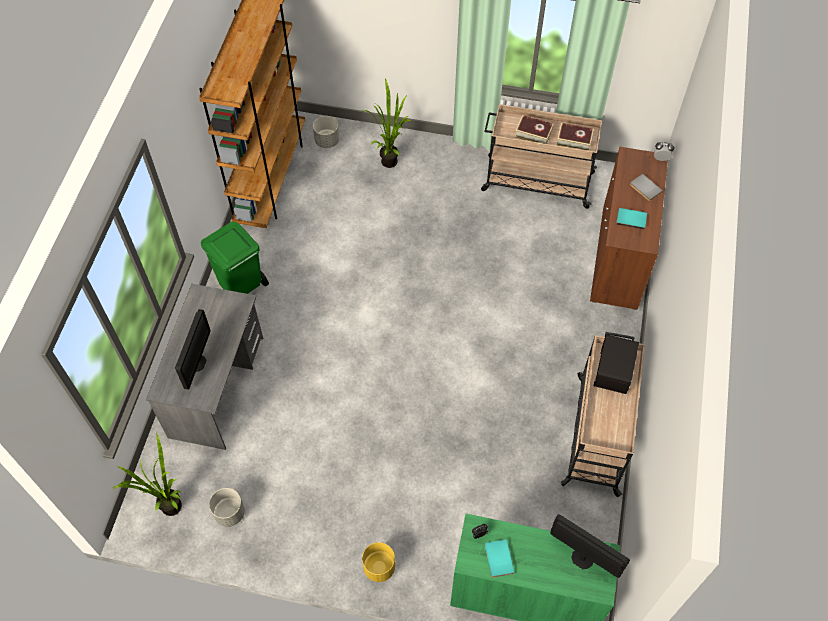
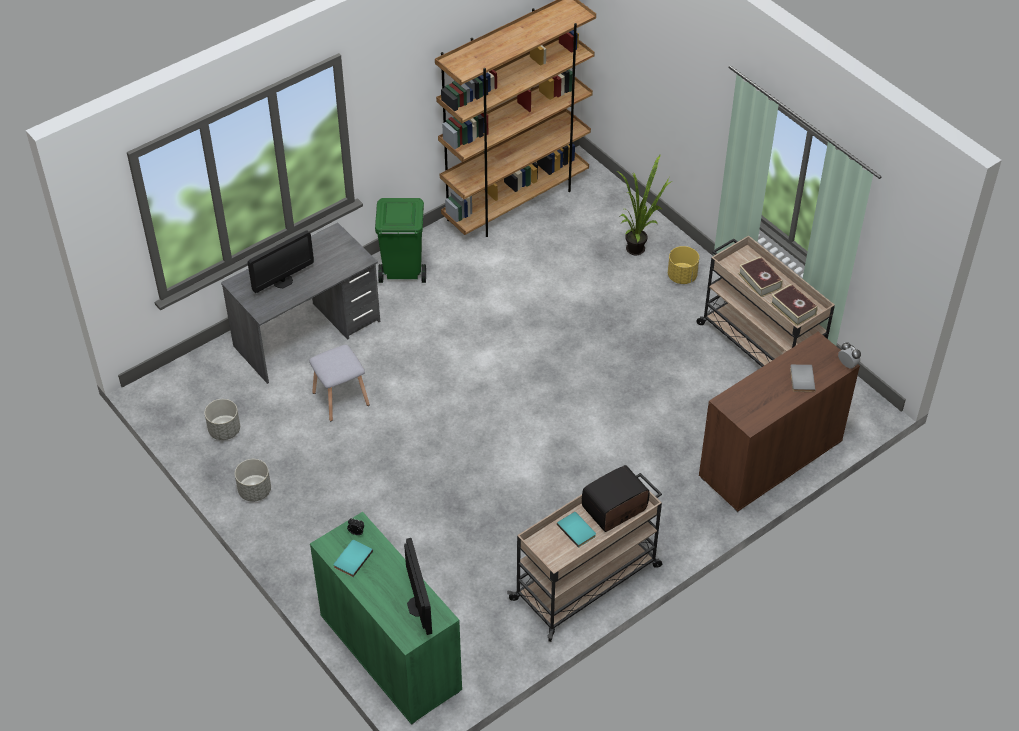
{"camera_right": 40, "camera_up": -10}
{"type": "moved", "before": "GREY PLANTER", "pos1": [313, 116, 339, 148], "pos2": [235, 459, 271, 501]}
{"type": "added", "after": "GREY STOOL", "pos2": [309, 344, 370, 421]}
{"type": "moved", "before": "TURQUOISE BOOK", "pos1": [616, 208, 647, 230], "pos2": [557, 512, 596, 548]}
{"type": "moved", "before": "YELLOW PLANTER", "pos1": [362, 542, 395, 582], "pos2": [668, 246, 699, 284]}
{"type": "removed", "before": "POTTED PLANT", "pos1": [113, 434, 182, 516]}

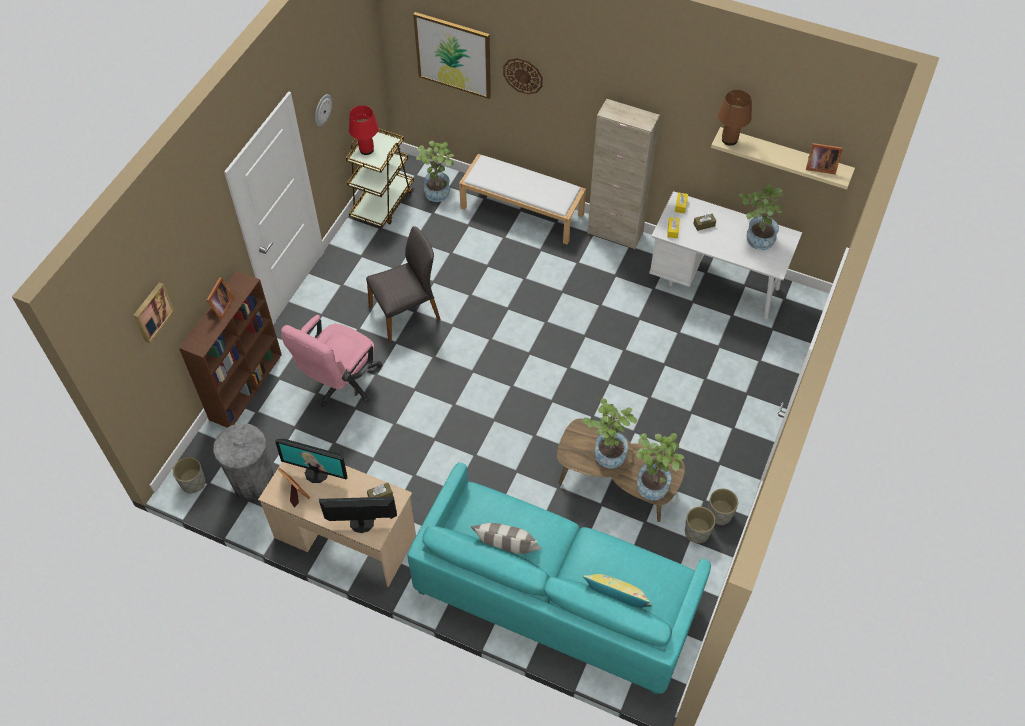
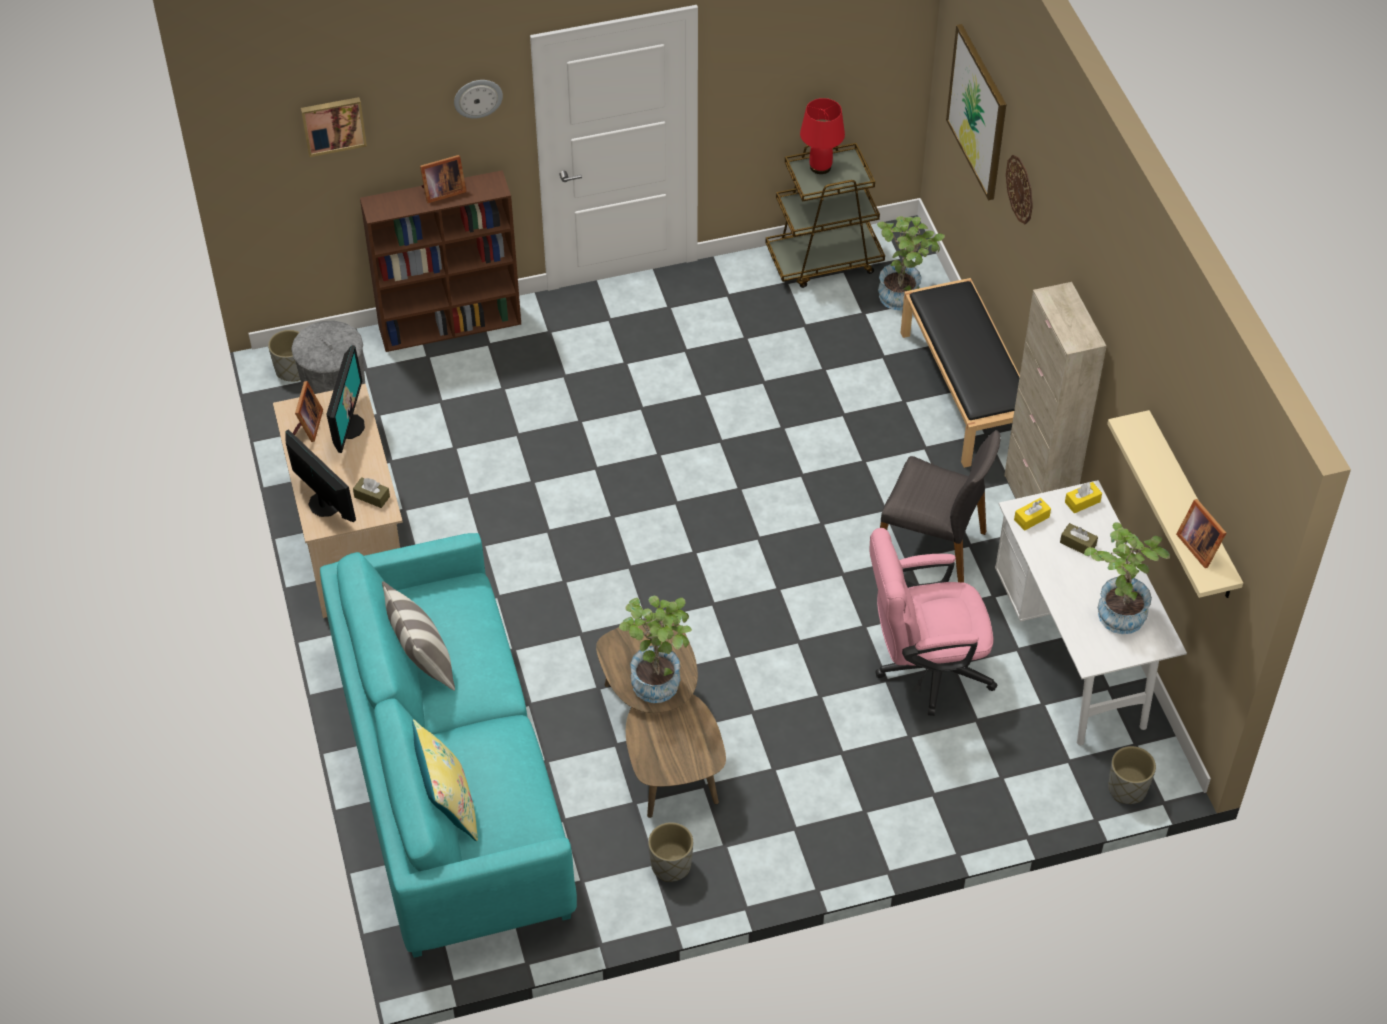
{"camera_right": 50, "camera_up": -5}
{"type": "turned", "before": "MONITOR", "pos1": [275, 439, 348, 483], "pos2": [326, 345, 365, 453], "turn": -150}
{"type": "moved", "before": "WALL CLOCK", "pos1": [315, 94, 332, 126], "pos2": [454, 80, 503, 119]}
{"type": "moved", "before": "PINK OFFICE CHAIR", "pos1": [281, 315, 382, 407], "pos2": [870, 528, 997, 716]}
{"type": "moved", "before": "GREY CHAIR", "pos1": [366, 226, 441, 343], "pos2": [880, 430, 1000, 583]}
{"type": "recoloured", "before": "WHITE BENCH", "after": "BLACK BENCH", "pos1": [459, 154, 586, 245], "pos2": [900, 278, 1020, 468]}
{"type": "moved", "before": "GREY PLANTER", "pos1": [708, 488, 738, 525], "pos2": [1108, 746, 1156, 804]}
{"type": "removed", "before": "POTTED PLANT", "pos1": [637, 433, 684, 500]}
{"type": "removed", "before": "BROWN TABLE LAMP", "pos1": [718, 90, 752, 146]}

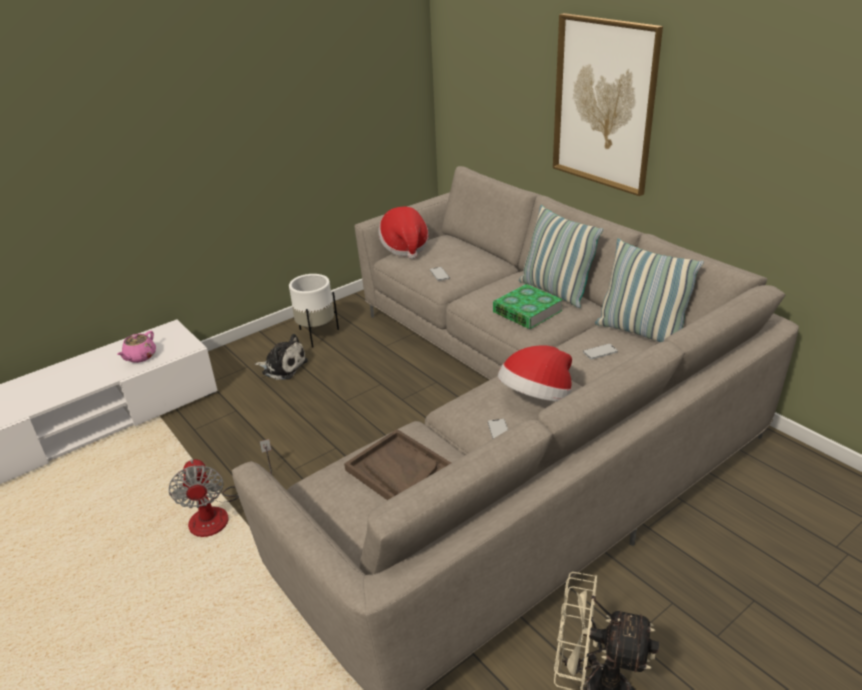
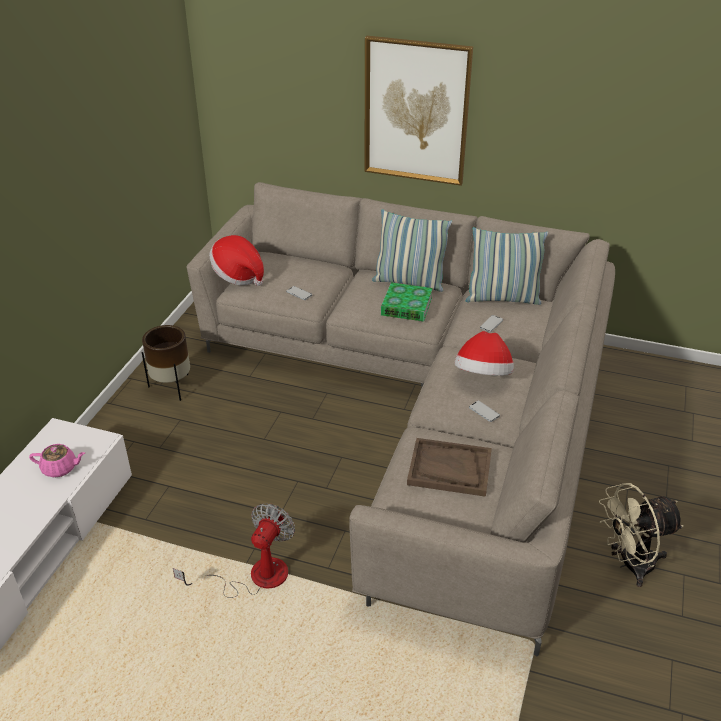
{"camera_right": -35, "camera_up": 5}
{"type": "turned", "before": "PINK TEAPOT", "pos1": [117, 331, 156, 363], "pos2": [29, 444, 85, 477], "turn": -75}
{"type": "recoloured", "before": "WHITE PLANTER", "after": "BROWN PLANTER", "pos1": [289, 274, 339, 348], "pos2": [142, 325, 190, 401]}
{"type": "turned", "before": "FAN", "pos1": [169, 439, 272, 537], "pos2": [173, 503, 295, 598], "turn": -105}
{"type": "removed", "before": "PLUSH TOY", "pos1": [255, 334, 308, 380]}

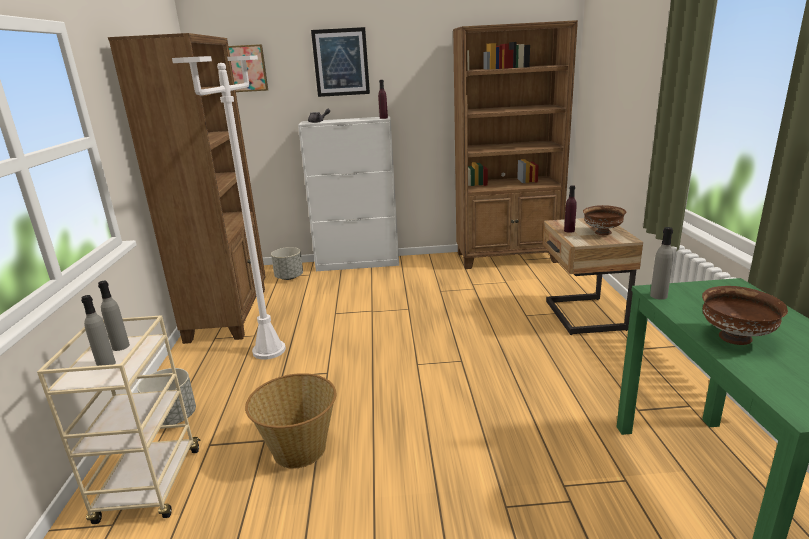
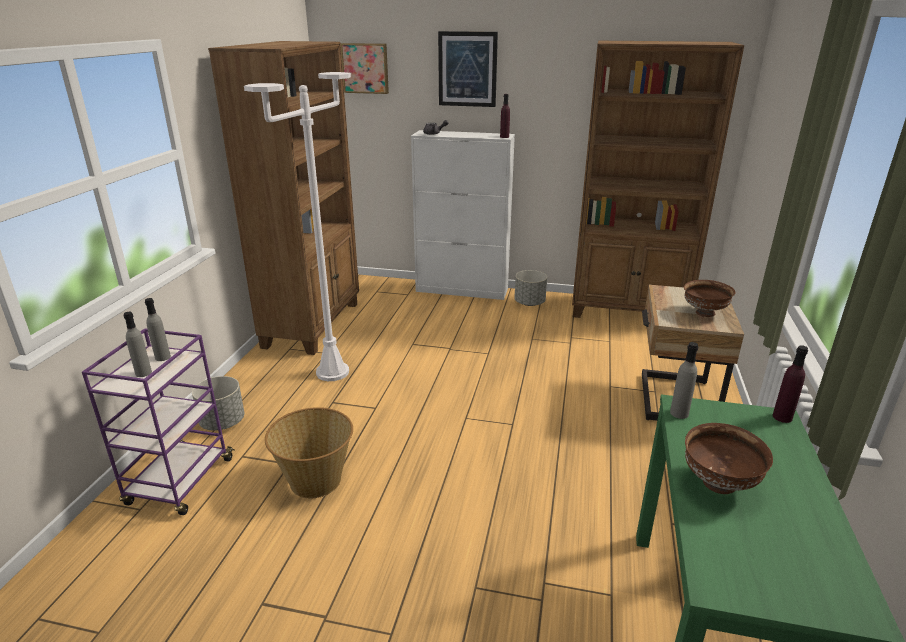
{"camera_right": 15, "camera_up": 5}
{"type": "recoloured", "before": "BEIGE CART", "after": "PURPLE CART", "pos1": [37, 315, 200, 524], "pos2": [82, 328, 235, 515]}
{"type": "moved", "before": "GREY PLANTER", "pos1": [271, 247, 303, 280], "pos2": [514, 270, 547, 306]}
{"type": "moved", "before": "PURPLE BOTTLE", "pos1": [564, 185, 577, 233], "pos2": [773, 345, 808, 423]}

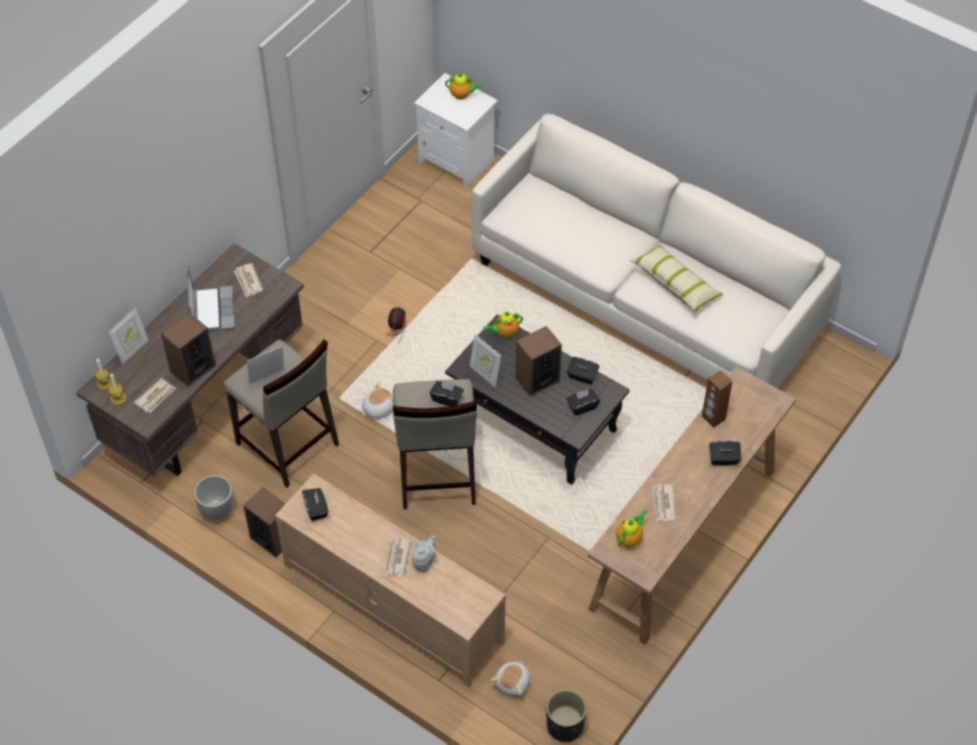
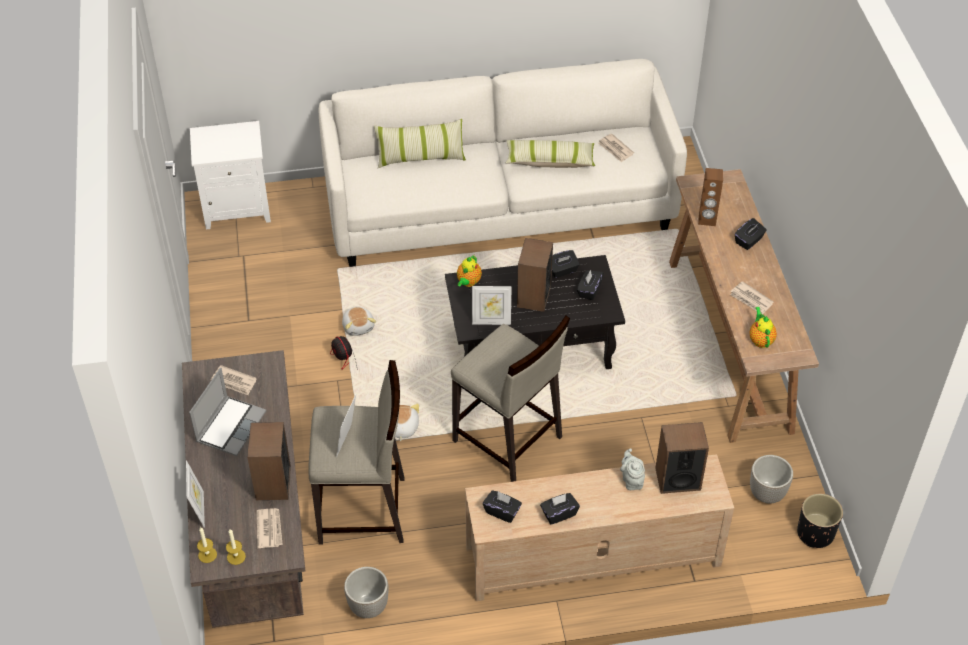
{"camera_right": -45, "camera_up": -5}
{"type": "turned", "before": "LAPTOP", "pos1": [187, 265, 235, 331], "pos2": [189, 368, 266, 456], "turn": 75}
{"type": "moved", "before": "PLUSH TOY", "pos1": [491, 661, 530, 697], "pos2": [342, 306, 376, 336]}
{"type": "added", "after": "PILLOW", "pos2": [374, 119, 466, 168]}
{"type": "moved", "before": "BLACK TISSUE BOX", "pos1": [430, 381, 464, 406], "pos2": [540, 493, 580, 525]}
{"type": "moved", "before": "NEWSPAPER", "pos1": [385, 538, 412, 576], "pos2": [598, 134, 634, 163]}
{"type": "moved", "before": "SPEAKER", "pos1": [243, 487, 285, 558], "pos2": [655, 422, 709, 494]}
{"type": "added", "after": "PLANTER", "pos2": [750, 455, 793, 504]}
{"type": "removed", "before": "TEAPOT", "pos1": [445, 72, 483, 100]}

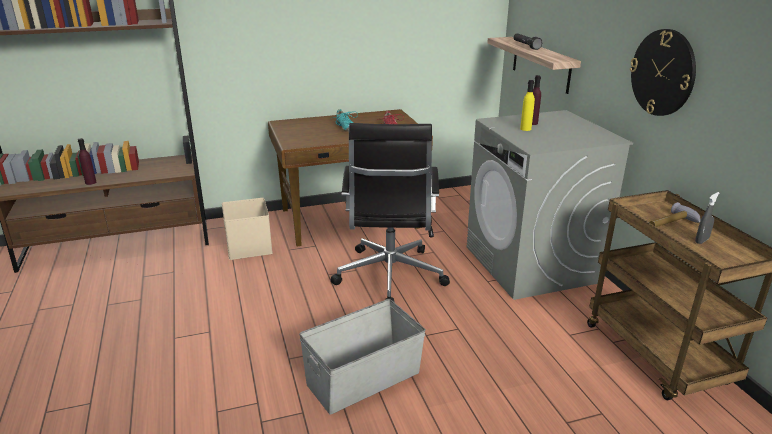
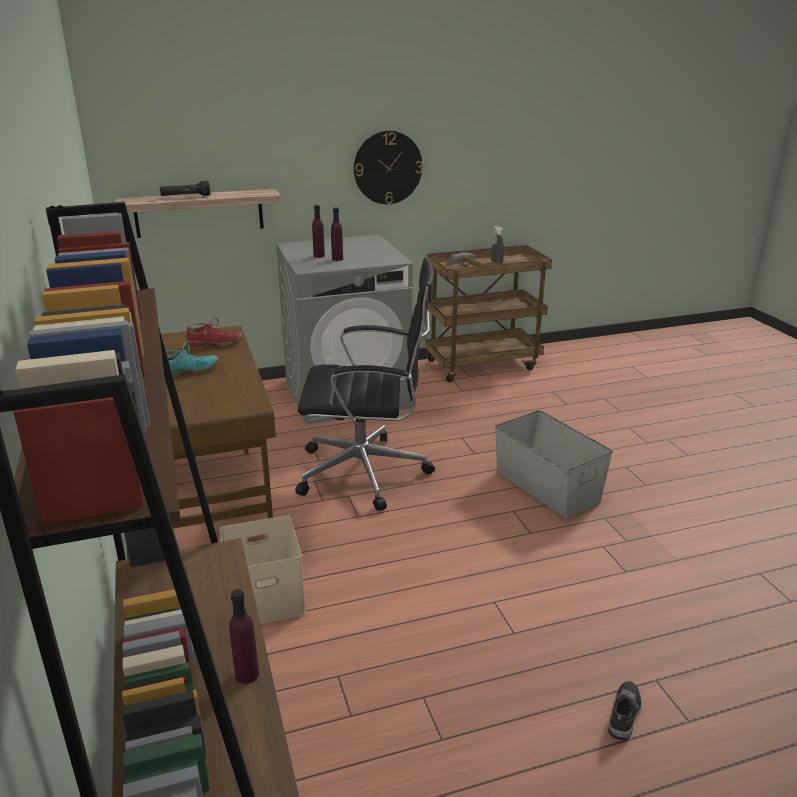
{"camera_right": -90, "camera_up": 0}
{"type": "recoloured", "before": "YELLOW BOTTLE", "after": "PURPLE BOTTLE", "pos1": [520, 80, 535, 131], "pos2": [331, 208, 343, 261]}
{"type": "added", "after": "SHOE", "pos2": [608, 681, 642, 740]}

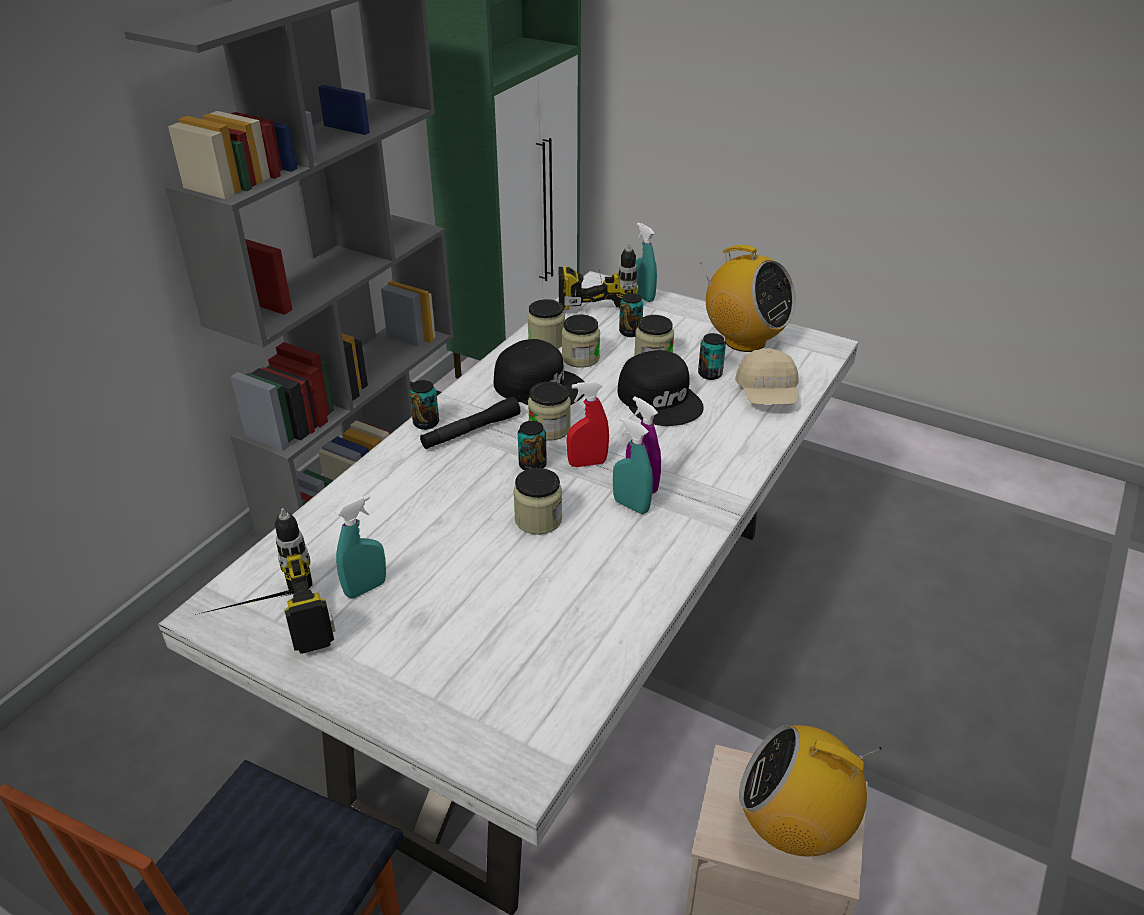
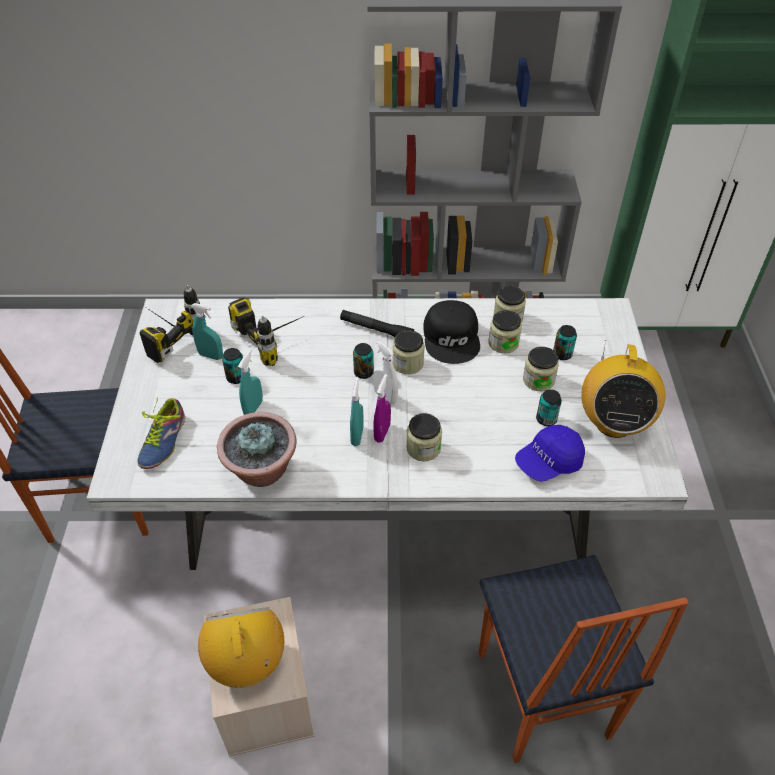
{"camera_right": 60, "camera_up": 10}
{"type": "added", "after": "SHOE", "pos2": [138, 397, 185, 469]}
{"type": "added", "after": "POTTED PLANT", "pos2": [217, 412, 297, 487]}
{"type": "moved", "before": "CAN", "pos1": [409, 380, 439, 430], "pos2": [222, 348, 243, 384]}
{"type": "moved", "before": "POWER DRILL", "pos1": [559, 244, 638, 310], "pos2": [228, 297, 304, 366]}
{"type": "moved", "before": "TURQUOISE SPRAY BOTTLE", "pos1": [635, 222, 657, 302], "pos2": [238, 350, 263, 415]}
{"type": "recoloured", "before": "RED SPRAY BOTTLE", "after": "WHITE SPRAY BOTTLE", "pos1": [566, 381, 609, 467], "pos2": [373, 340, 398, 405]}
{"type": "moved", "before": "JAR", "pos1": [513, 468, 562, 535], "pos2": [406, 413, 442, 462]}
{"type": "added", "after": "CHAIR", "pos2": [479, 555, 689, 763]}
{"type": "recoloured", "before": "BEIGE CAP", "after": "BLUE CAP", "pos1": [735, 348, 799, 405], "pos2": [515, 425, 585, 482]}
{"type": "removed", "before": "BLACK CAP", "pos1": [618, 350, 704, 426]}

